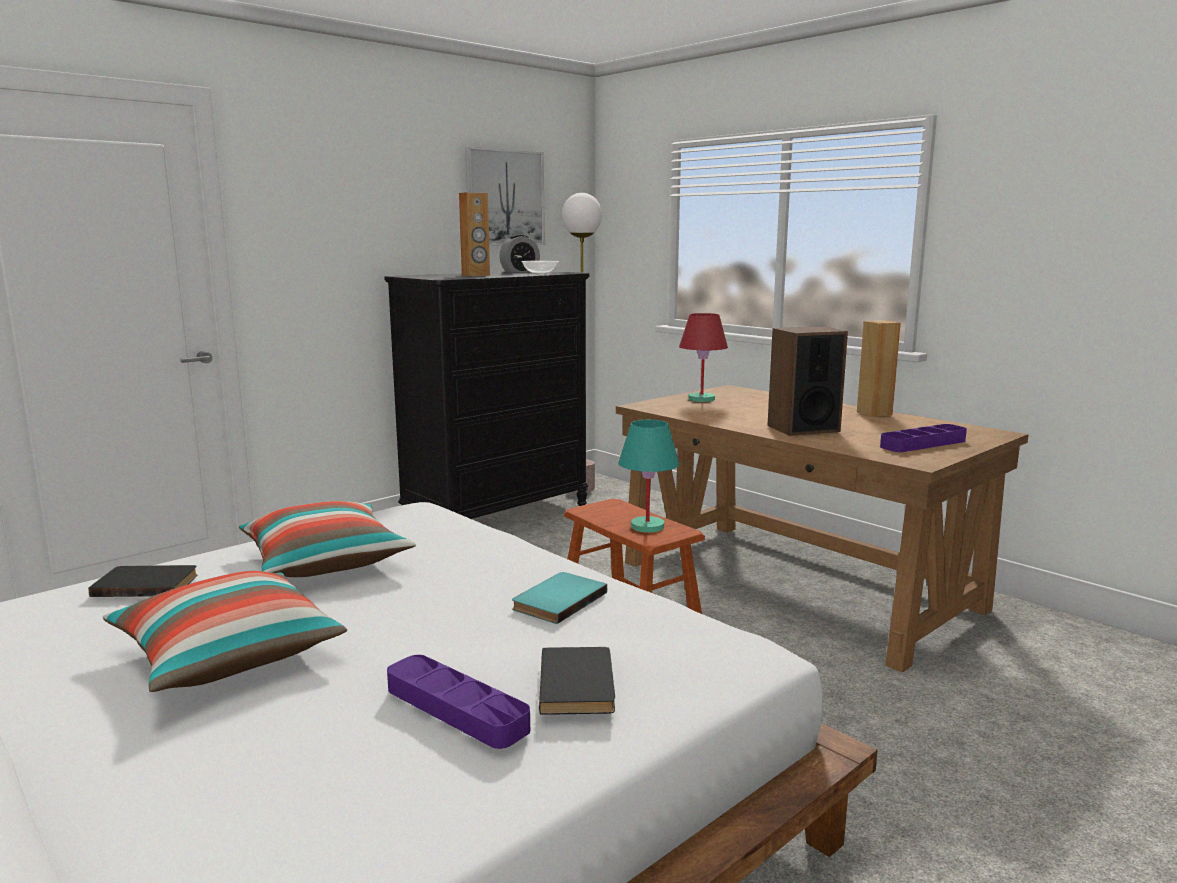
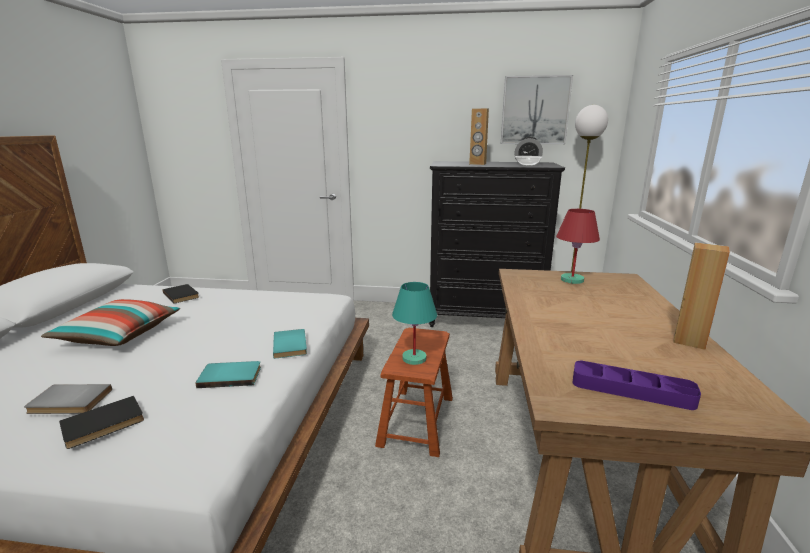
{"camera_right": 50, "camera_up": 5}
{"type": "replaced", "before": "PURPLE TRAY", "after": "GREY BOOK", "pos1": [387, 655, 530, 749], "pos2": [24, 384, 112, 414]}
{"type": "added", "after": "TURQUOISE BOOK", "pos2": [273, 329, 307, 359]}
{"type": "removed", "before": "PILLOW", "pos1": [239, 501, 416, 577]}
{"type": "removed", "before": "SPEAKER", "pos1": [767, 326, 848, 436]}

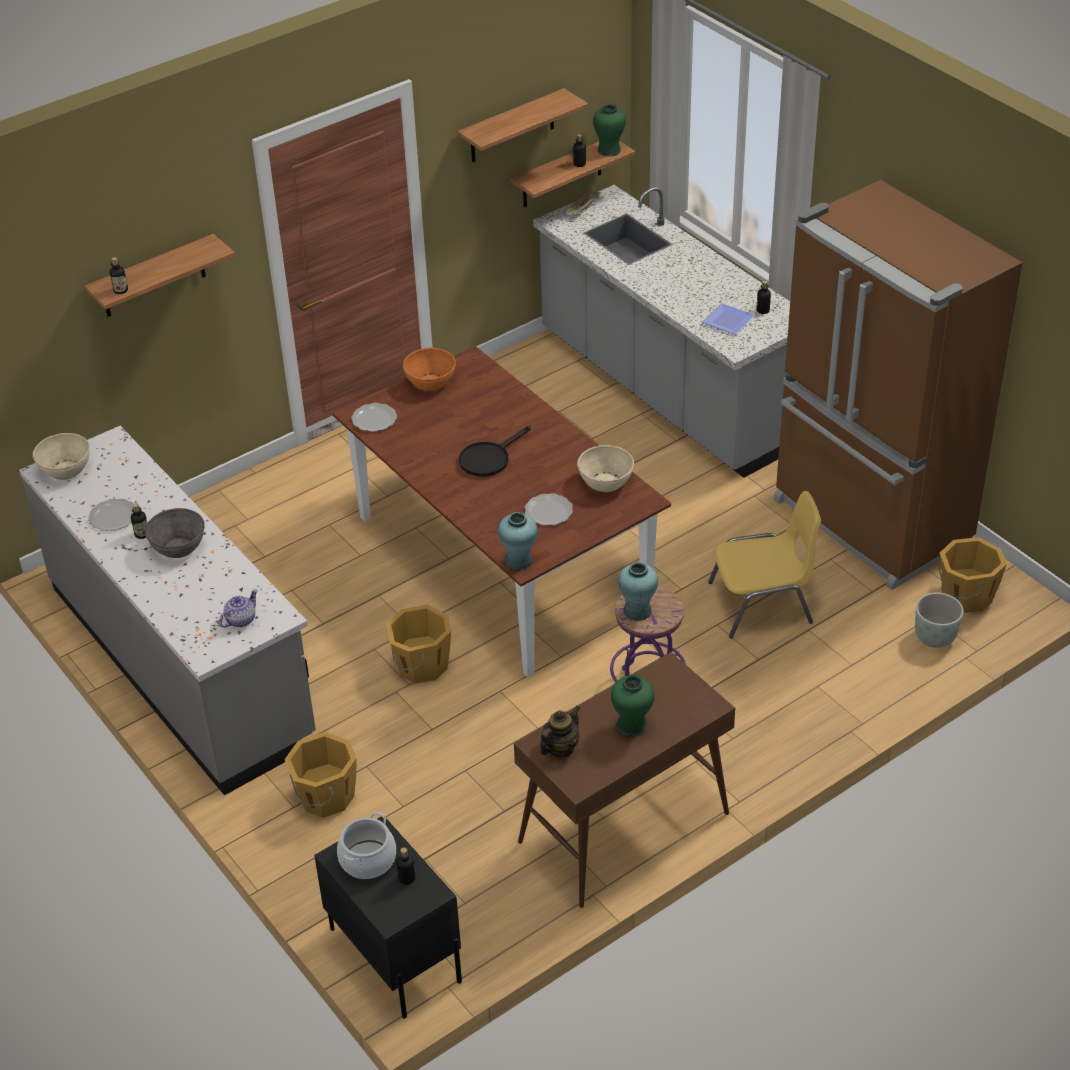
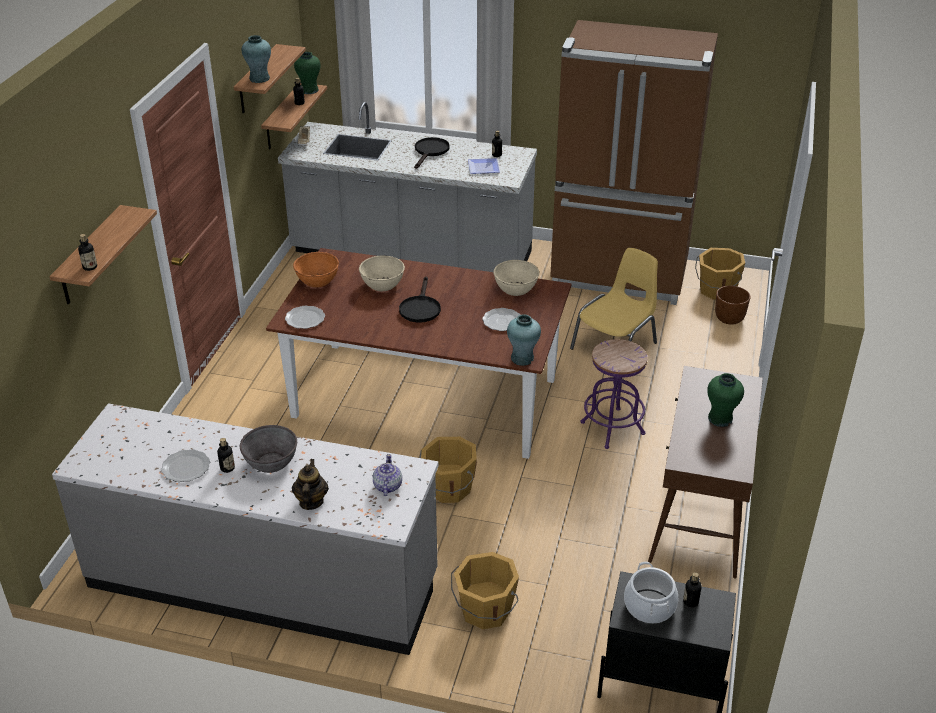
{"camera_right": -40, "camera_up": -5}
{"type": "moved", "before": "TURQUOISE VASE", "pos1": [618, 562, 658, 621], "pos2": [242, 35, 271, 83]}
{"type": "moved", "before": "TEAPOT", "pos1": [540, 706, 580, 757], "pos2": [292, 459, 329, 510]}
{"type": "moved", "before": "BEIGE BOWL", "pos1": [33, 433, 90, 480], "pos2": [359, 256, 405, 291]}
{"type": "added", "after": "BLACK FRYING PAN", "pos2": [414, 137, 450, 169]}
{"type": "recoloured", "before": "GREY PLANTER", "after": "BROWN PLANTER", "pos1": [915, 593, 963, 648], "pos2": [715, 286, 751, 325]}

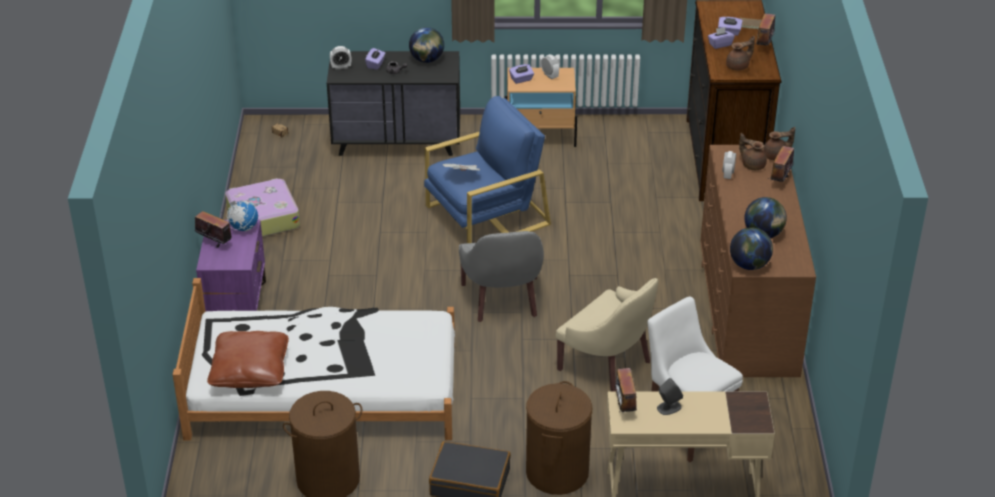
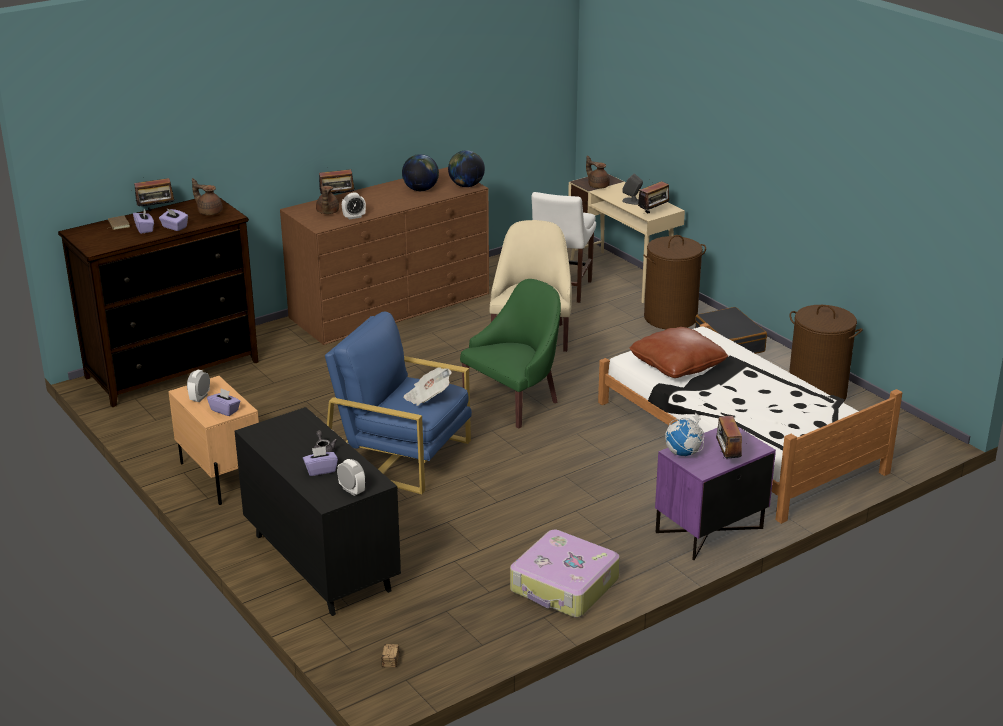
{"camera_right": -125, "camera_up": -10}
{"type": "recoloured", "before": "GREY ARMCHAIR", "after": "GREEN ARMCHAIR", "pos1": [459, 231, 544, 322], "pos2": [460, 279, 561, 429]}
{"type": "moved", "before": "BROWN TEAPOT", "pos1": [763, 127, 795, 160], "pos2": [586, 155, 610, 189]}
{"type": "moved", "before": "BROWN PILLOW", "pos1": [207, 331, 289, 388], "pos2": [630, 327, 728, 378]}
{"type": "removed", "before": "GLOBE", "pos1": [409, 27, 444, 63]}

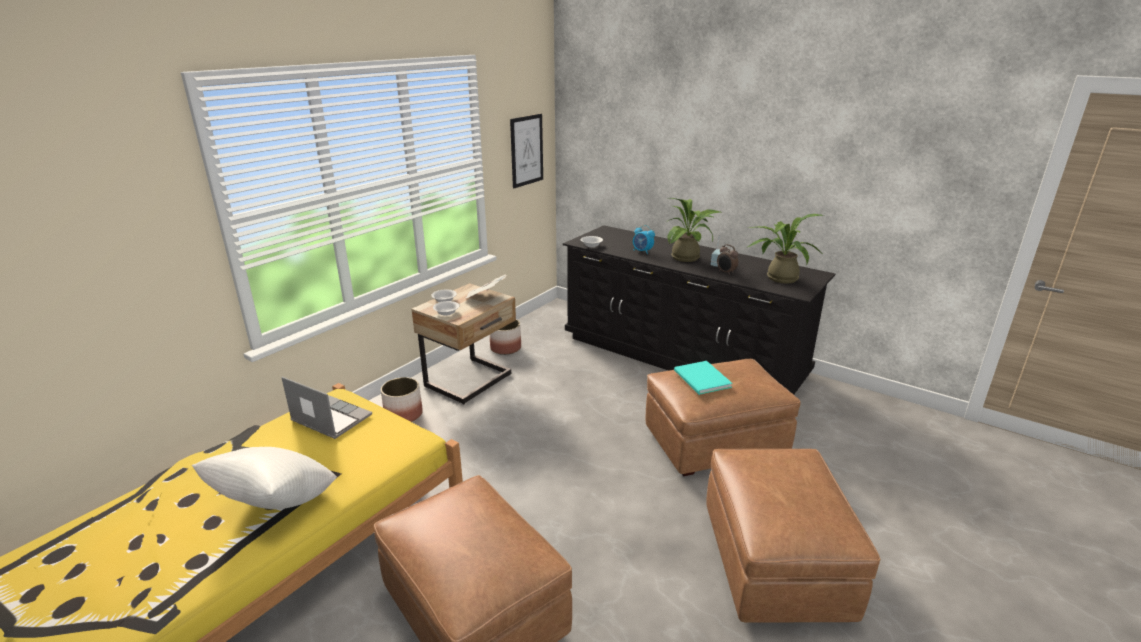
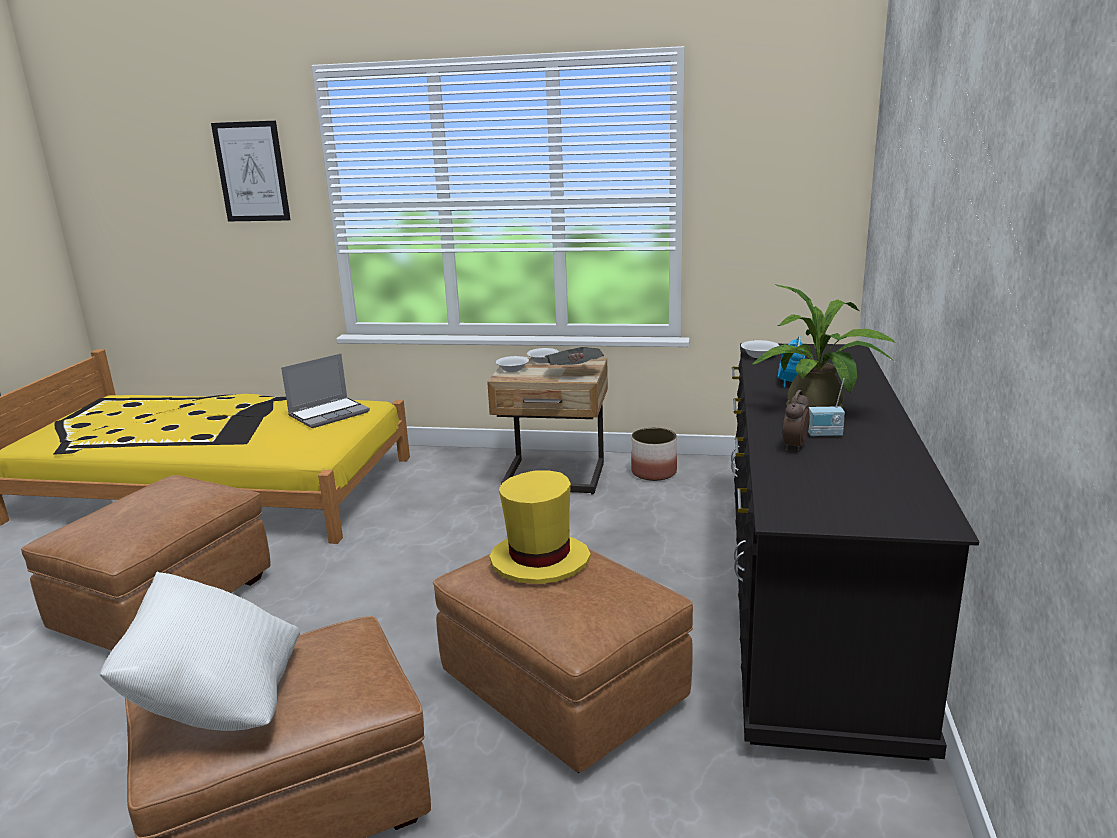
{"camera_right": 65, "camera_up": -5}
{"type": "moved", "before": "WHITE PILLOW", "pos1": [192, 447, 337, 509], "pos2": [100, 571, 300, 731]}
{"type": "moved", "before": "PICTURE", "pos1": [510, 114, 543, 188], "pos2": [211, 121, 290, 221]}
{"type": "turned", "before": "LAPTOP", "pos1": [281, 377, 372, 439], "pos2": [281, 353, 370, 428], "turn": 45}
{"type": "replaced", "before": "TURQUOISE BOOK", "after": "YELLOW HAT", "pos1": [674, 361, 732, 395], "pos2": [490, 470, 591, 584]}
{"type": "removed", "before": "PLANTER", "pos1": [381, 377, 423, 422]}
{"type": "removed", "before": "POTTED PLANT", "pos1": [748, 214, 824, 284]}

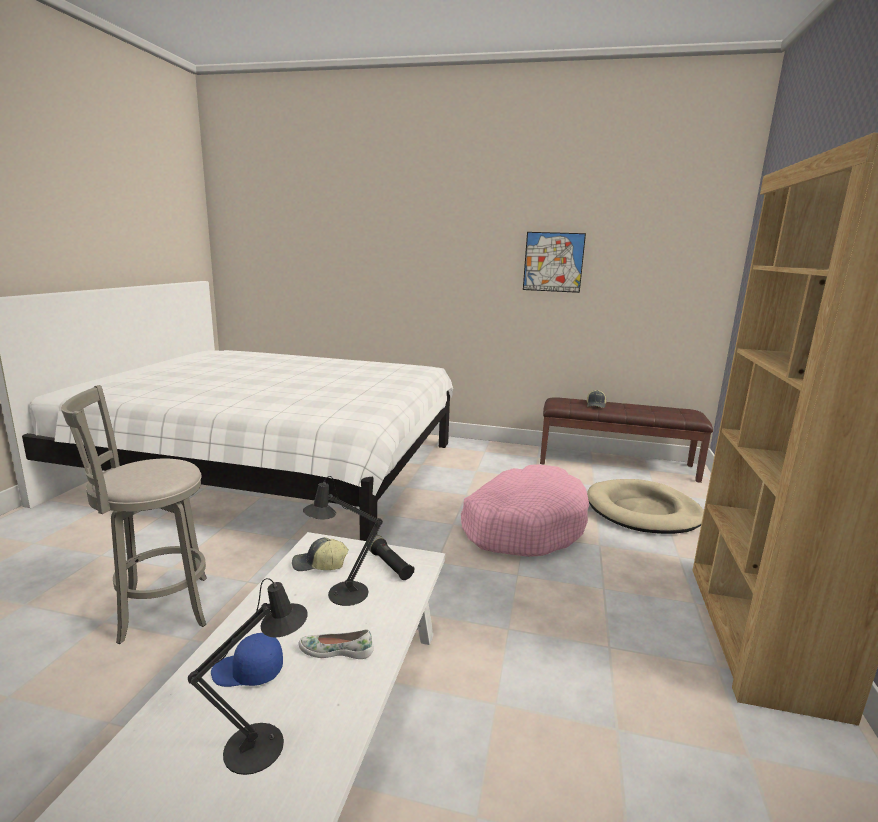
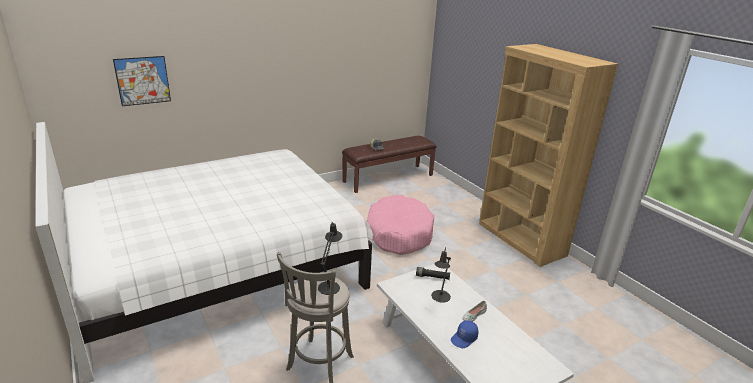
{"camera_right": -45, "camera_up": 10}
{"type": "moved", "before": "PICTURE", "pos1": [523, 232, 586, 293], "pos2": [113, 56, 171, 106]}
{"type": "moved", "before": "BLACK TABLE LAMP", "pos1": [188, 578, 308, 775], "pos2": [318, 222, 342, 295]}
{"type": "removed", "before": "CAP", "pos1": [292, 537, 349, 571]}
{"type": "removed", "before": "BEIGE DOG BED", "pos1": [587, 479, 704, 534]}

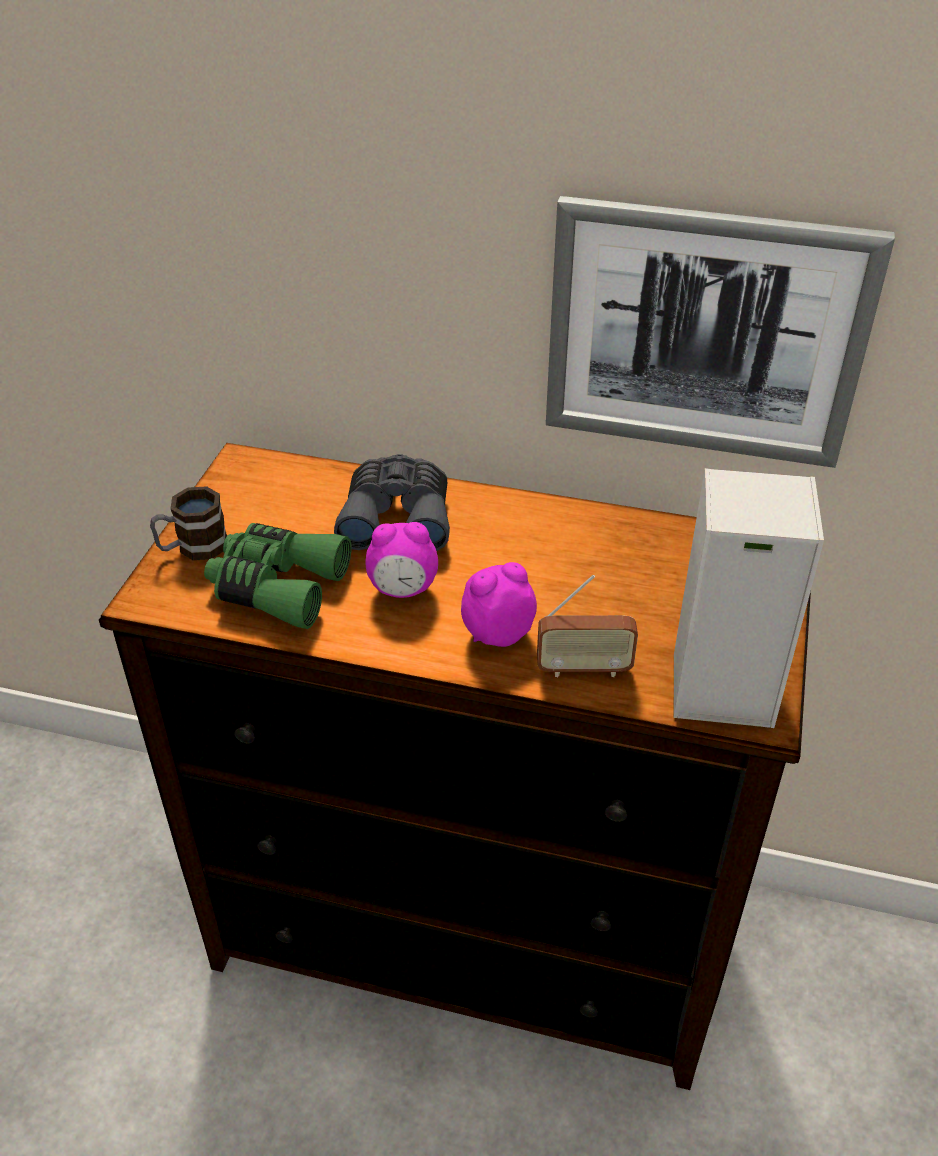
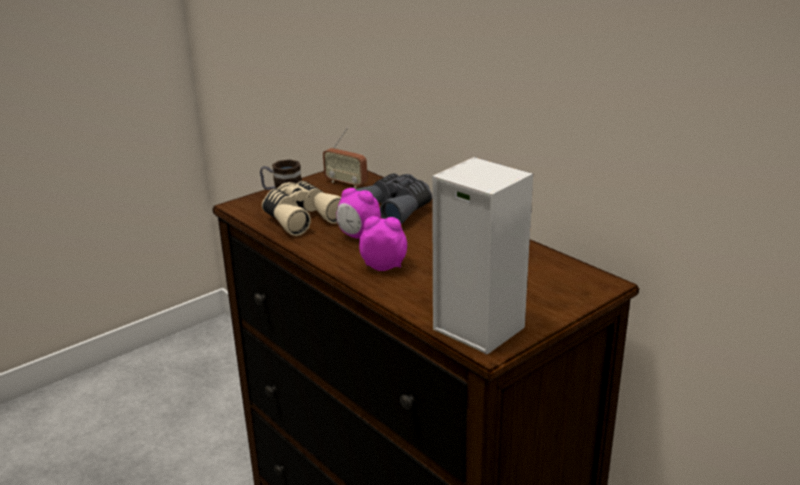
{"camera_right": 35, "camera_up": -15}
{"type": "recoloured", "before": "GREEN BINOCULARS", "after": "BEIGE BINOCULARS", "pos1": [204, 523, 352, 629], "pos2": [262, 181, 341, 236]}
{"type": "moved", "before": "RADIO", "pos1": [537, 575, 638, 677], "pos2": [323, 127, 367, 189]}
{"type": "removed", "before": "PICTURE", "pos1": [546, 196, 895, 468]}

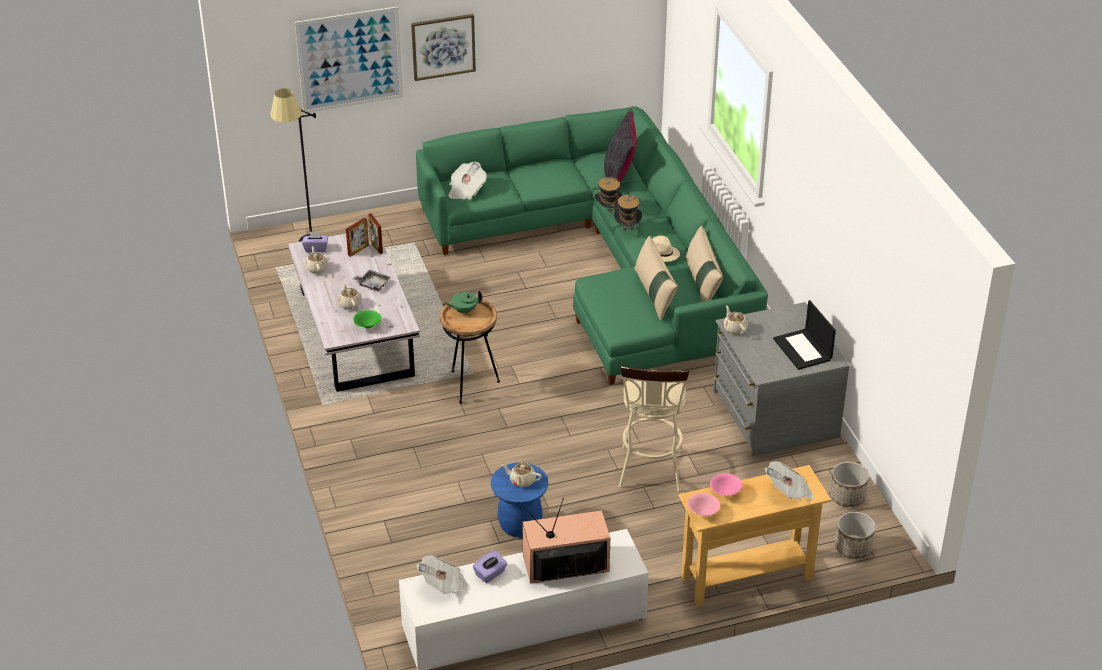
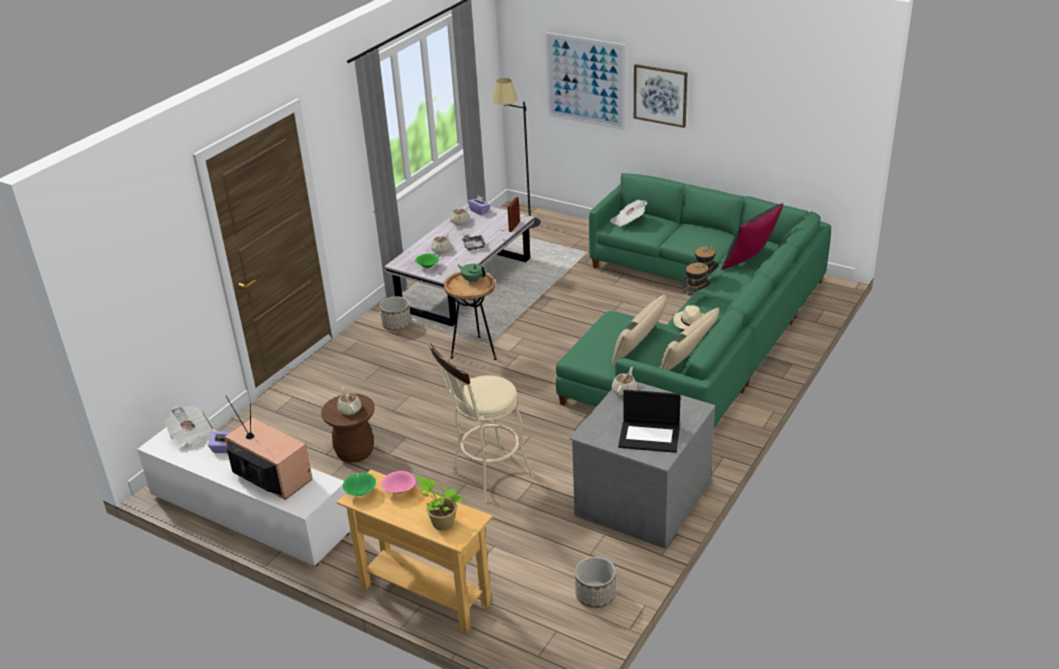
{"camera_right": 50, "camera_up": -5}
{"type": "recoloured", "before": "BLUE STOOL", "after": "BROWN STOOL", "pos1": [491, 463, 548, 537], "pos2": [321, 394, 375, 463]}
{"type": "recoloured", "before": "PINK BOWL", "after": "GREEN BOWL", "pos1": [687, 493, 720, 516], "pos2": [343, 473, 376, 496]}
{"type": "moved", "before": "PLANTER", "pos1": [835, 512, 876, 559], "pos2": [380, 296, 411, 331]}
{"type": "replaced", "before": "NEWSPAPER", "after": "POTTED PLANT", "pos1": [764, 461, 814, 500], "pos2": [417, 476, 463, 531]}
{"type": "turned", "before": "LAPTOP", "pos1": [773, 300, 836, 370], "pos2": [618, 390, 681, 453], "turn": -105}
{"type": "removed", "before": "PICTURE FRAME", "pos1": [346, 218, 369, 257]}

